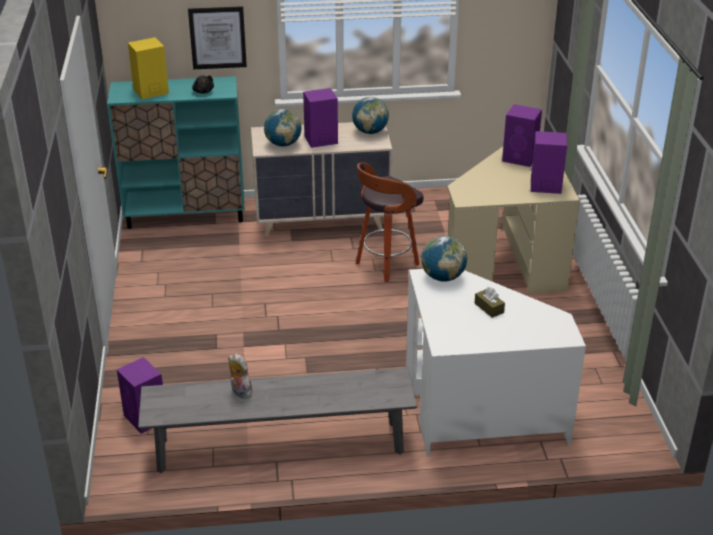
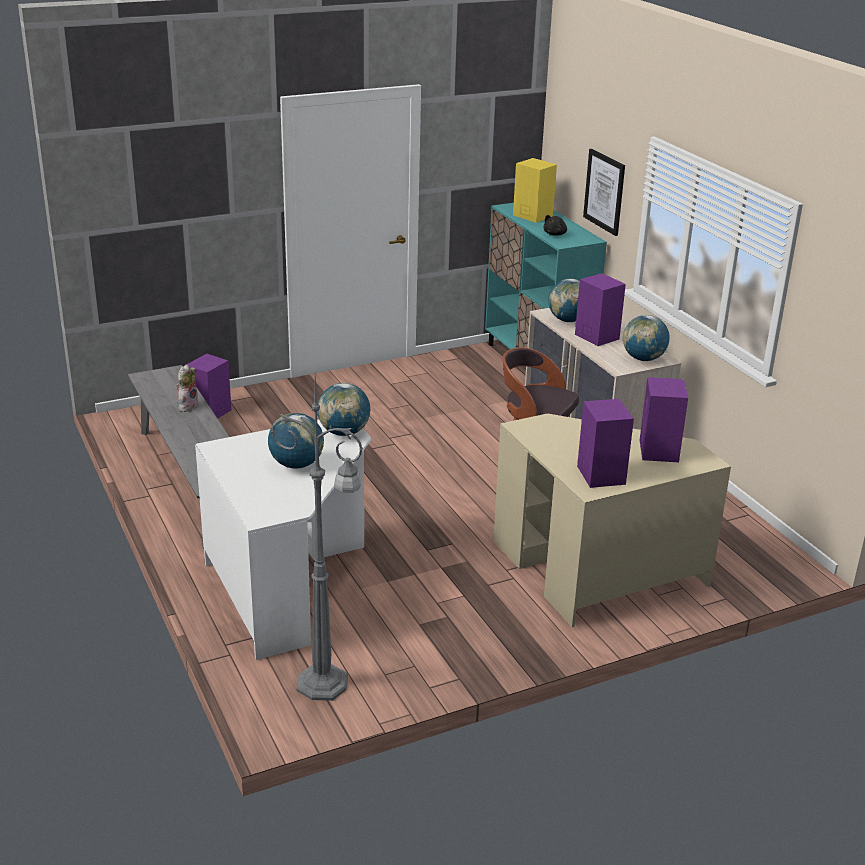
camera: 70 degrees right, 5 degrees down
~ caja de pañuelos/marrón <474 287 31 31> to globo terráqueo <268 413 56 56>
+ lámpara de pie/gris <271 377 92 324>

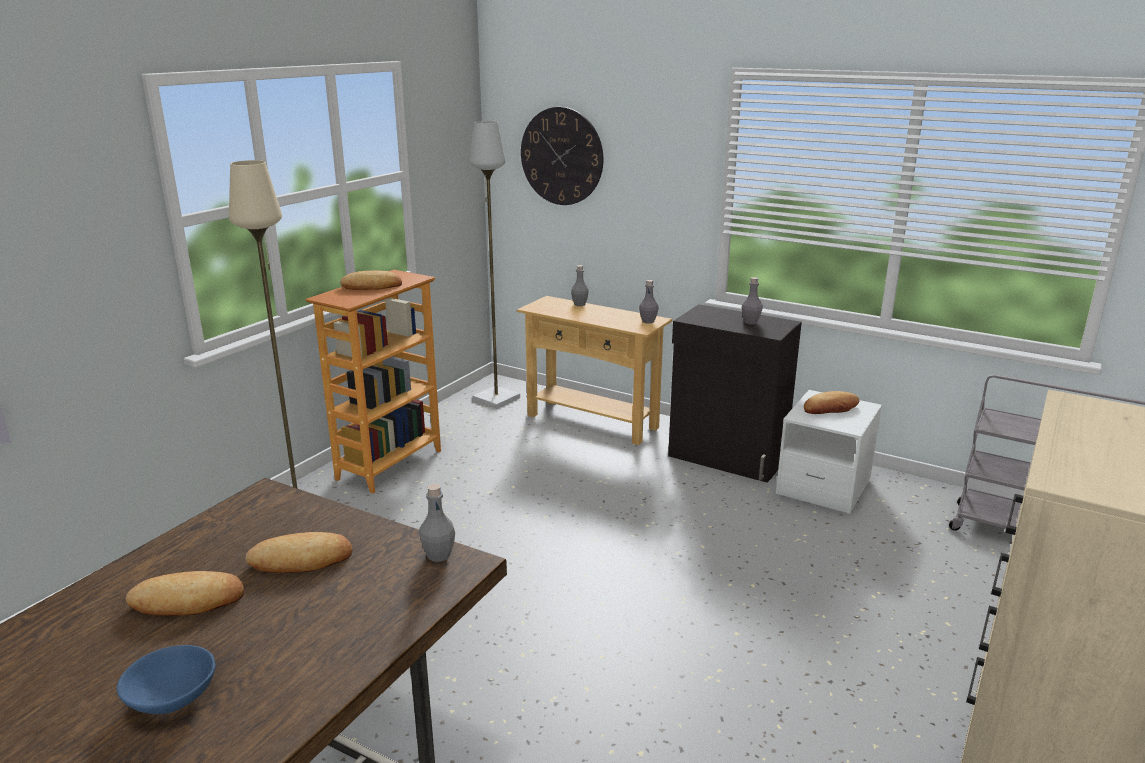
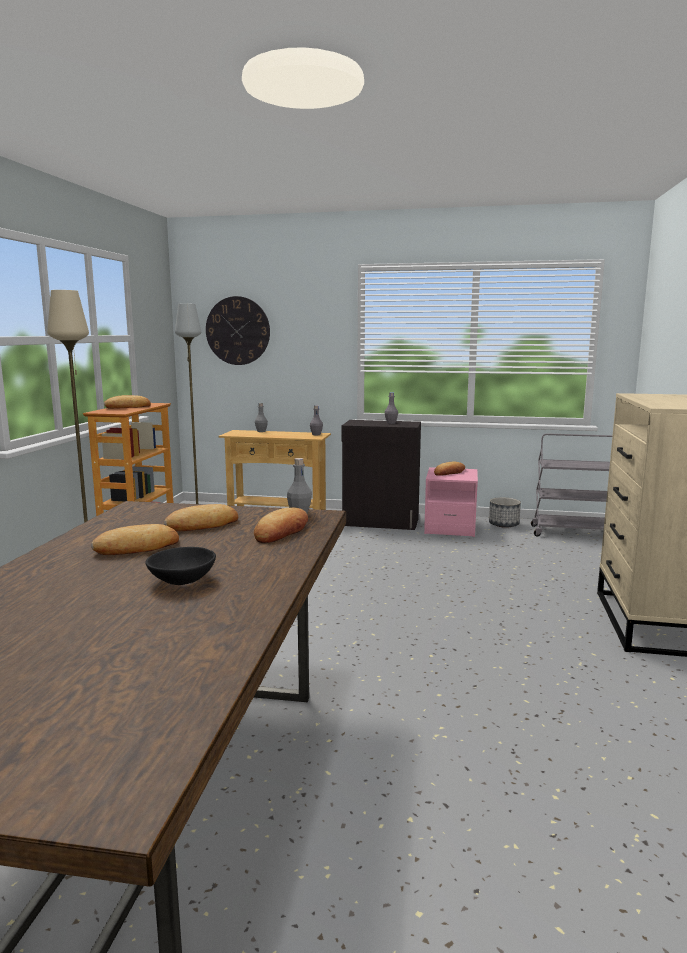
camera: 20 degrees left, 10 degrees down
~ mesita de noche/blanco <776 390 106 124> to mesita de noche/rosa <424 467 54 70>
~ cuenco/azul <117 645 99 69> to cuenco/negro <145 547 71 38>
+ maceta <489 497 32 31>
+ pan <254 508 54 35>

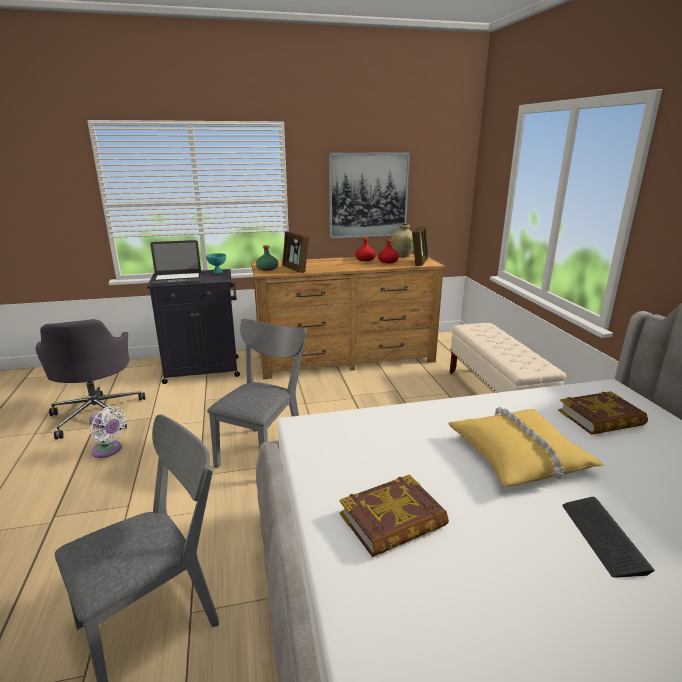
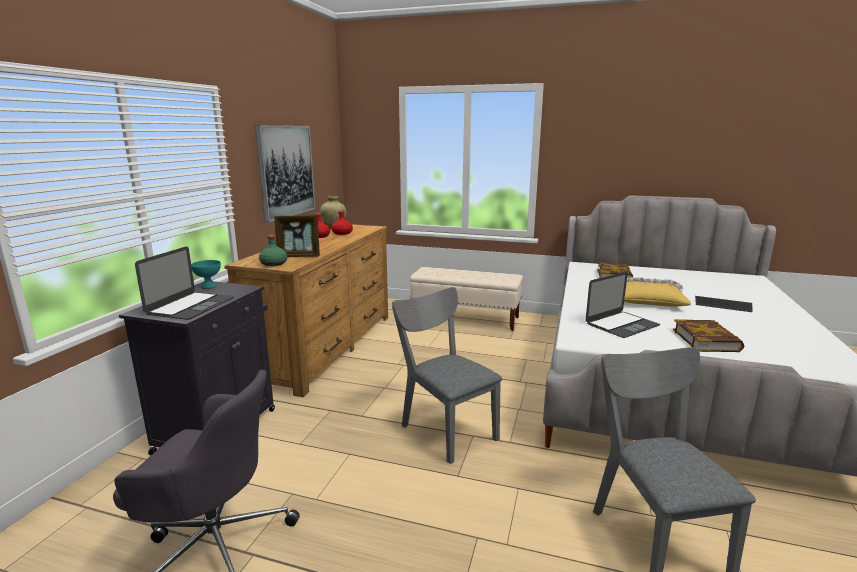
camera: 60 degrees left, 5 degrees down
- portarretratos <412 226 16 40>
- ventilador/blanco <89 406 38 52>
+ portátil <586 272 74 66>

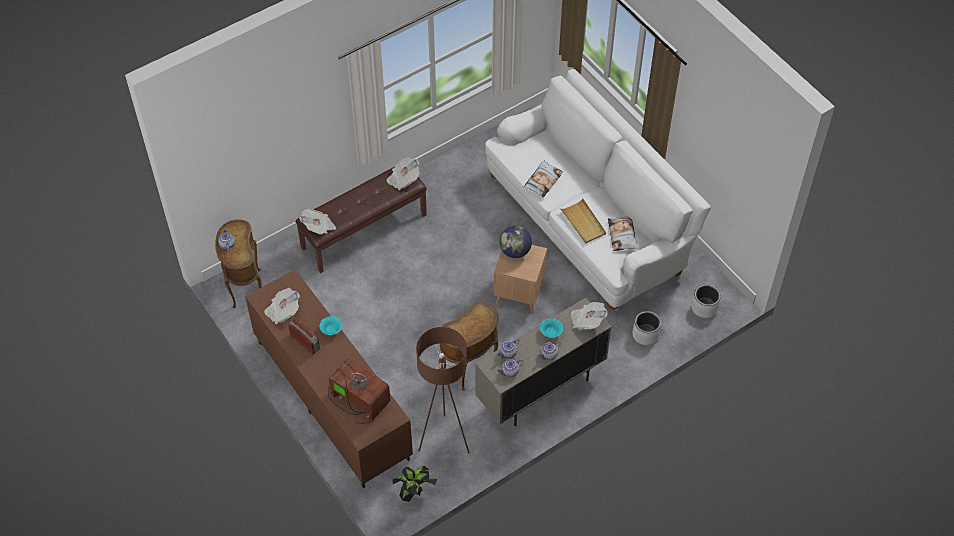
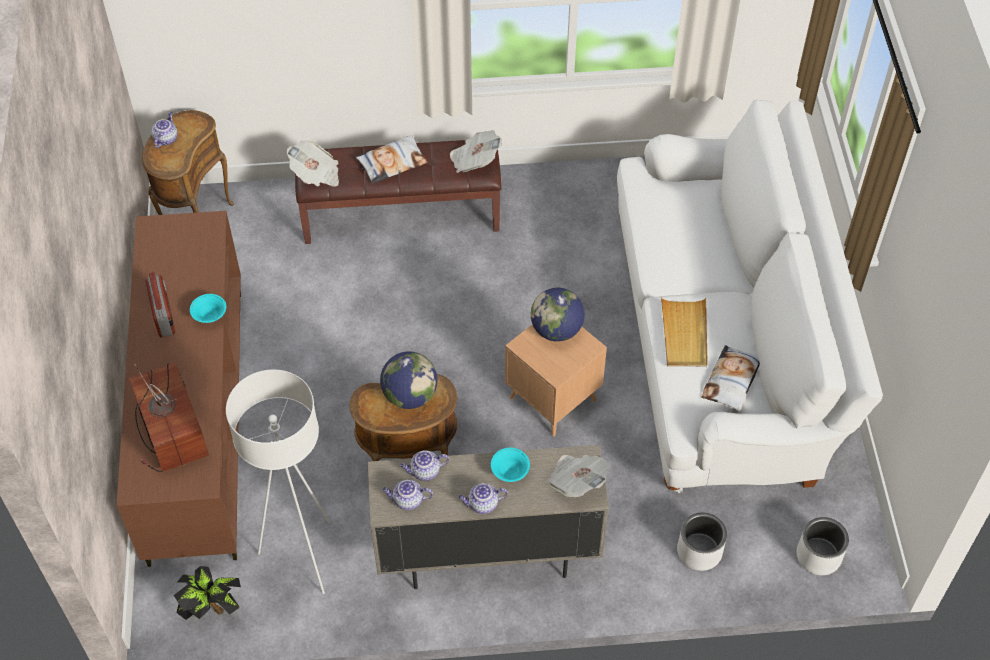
camera: 30 degrees right, 0 degrees up
~ cojín <523 160 40 38> to <356 135 72 49>
- periódico <264 288 36 36>
~ lámpara de pie/marrón <416 327 53 127> to lámpara de pie/blanco <226 370 103 224>
+ globo terráqueo <380 351 58 58>

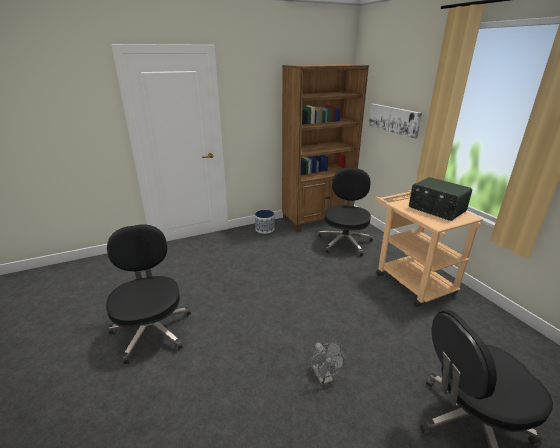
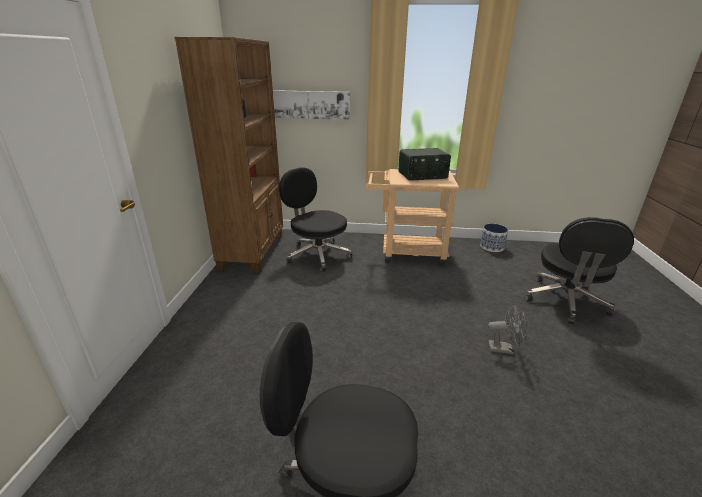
camera: 60 degrees left, 0 degrees up
~ maceta <255 210 20 24> to <480 224 28 28>

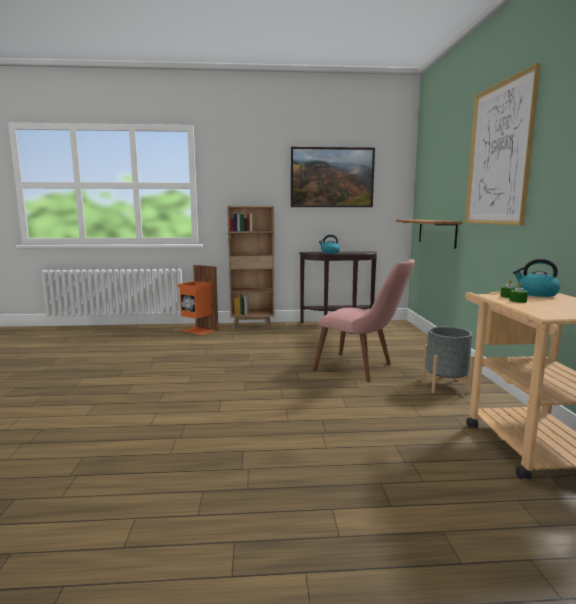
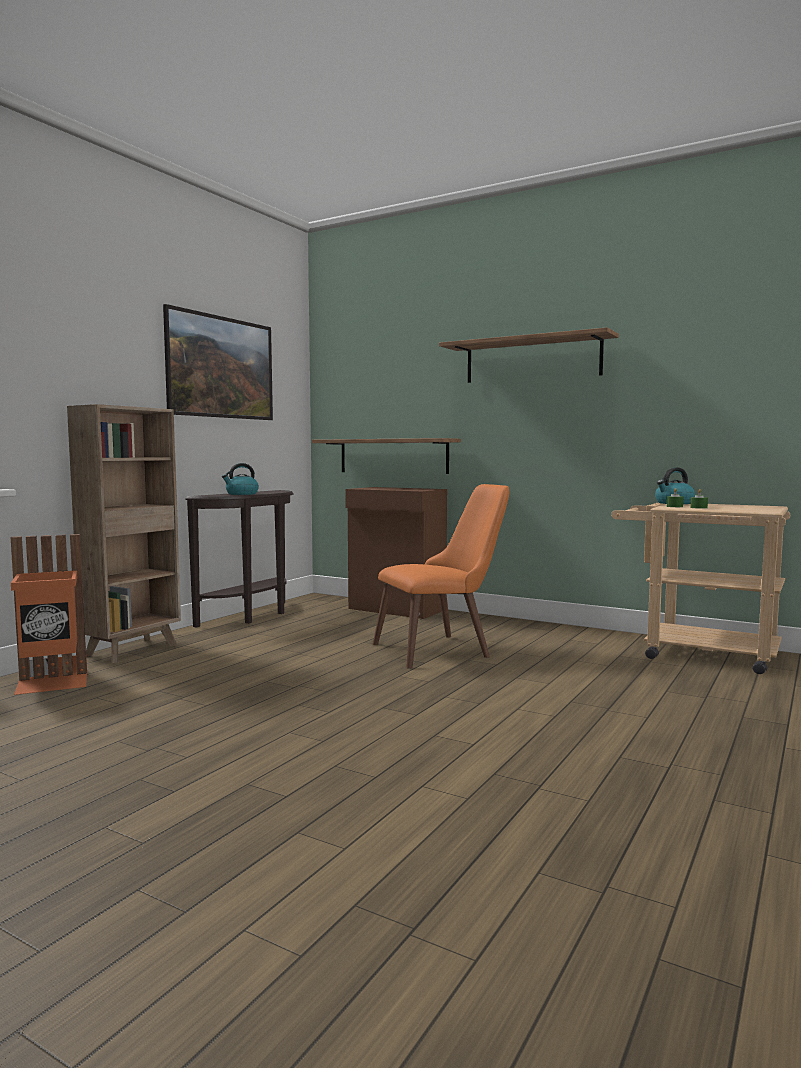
camera: 55 degrees left, 5 degrees down
~ cuadro <465 63 76 163> to estante <439 328 180 55>
~ silla/rosa <313 259 102 123> to silla/naranja <373 484 136 185>
- maceta/gris <422 327 52 67>
+ armario/marrón <345 487 102 132>

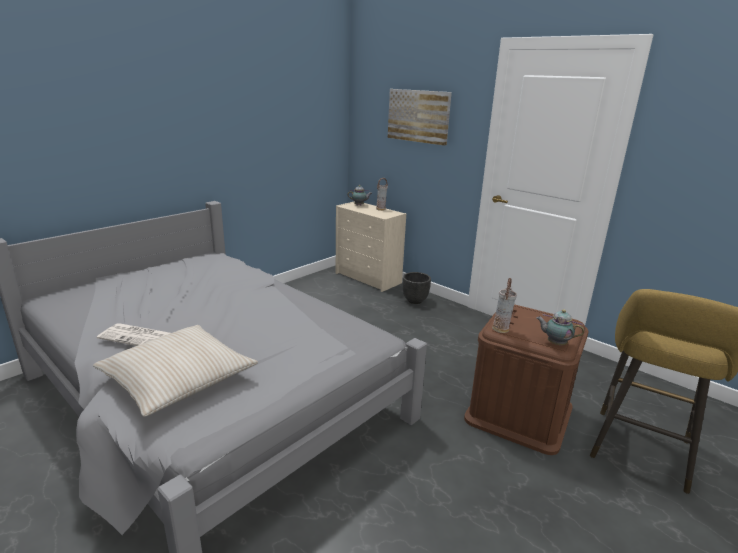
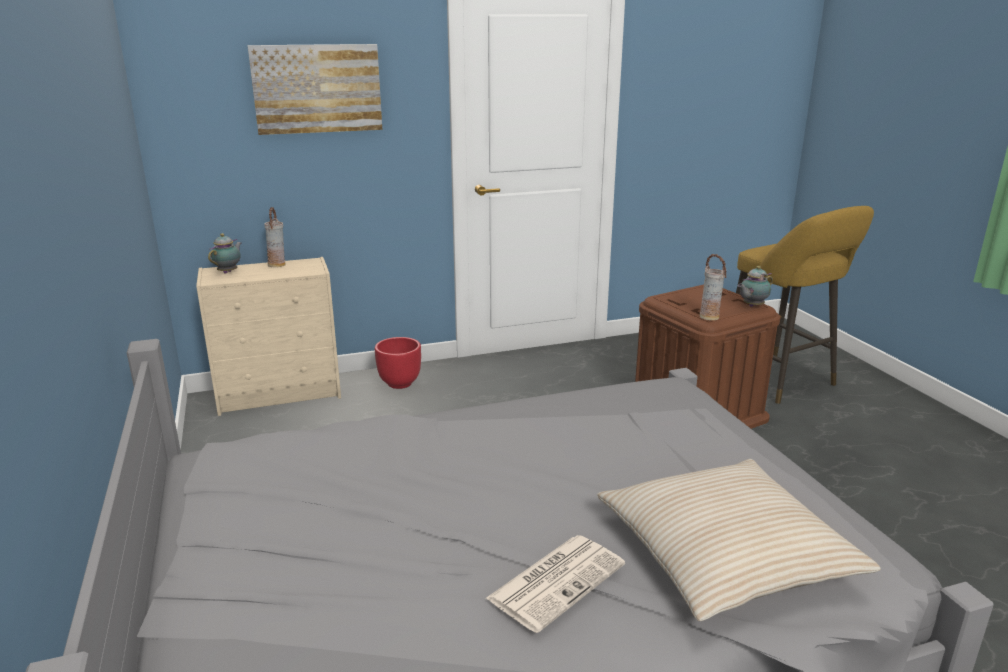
camera: 60 degrees left, 0 degrees up
~ maceta/negro <402 272 29 32> to maceta/rojo <375 337 46 52>

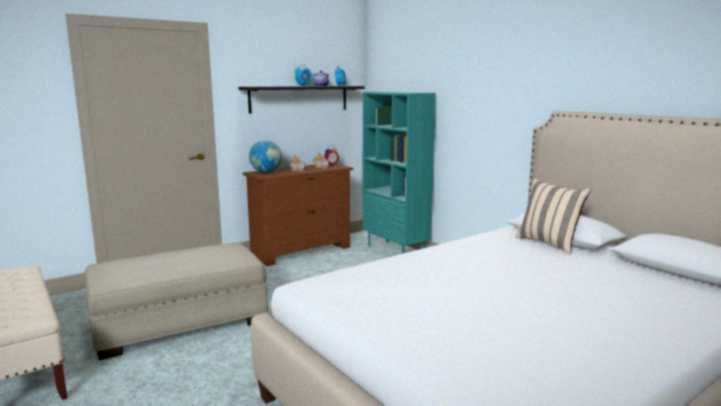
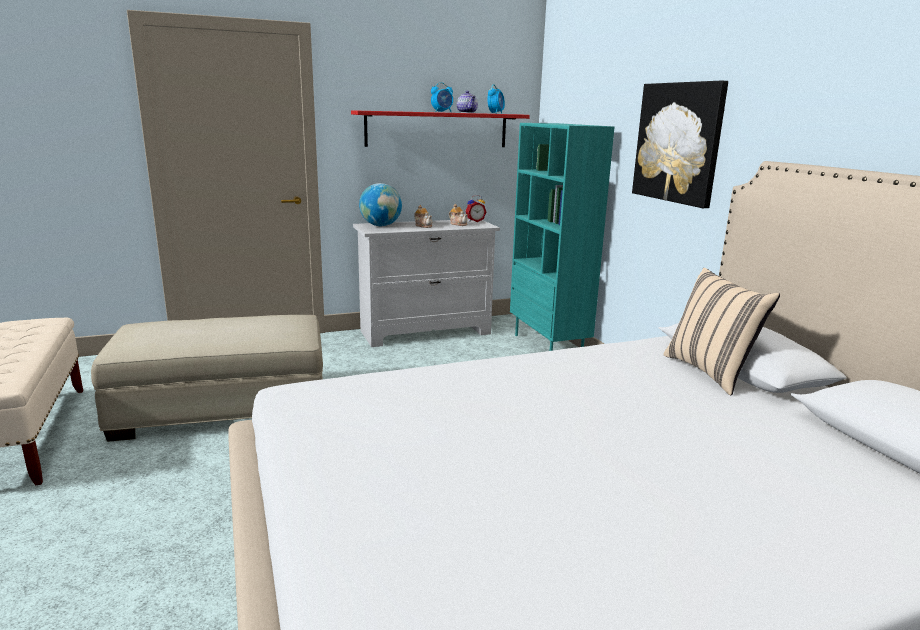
camera: 15 degrees right, 5 degrees up
~ estante/negro <238 86 127 28> to estante/rojo <351 110 179 37>
~ cómoda/marrón <243 164 110 102> to cómoda/blanco <353 219 147 128>
+ cuadro <632 81 96 127>

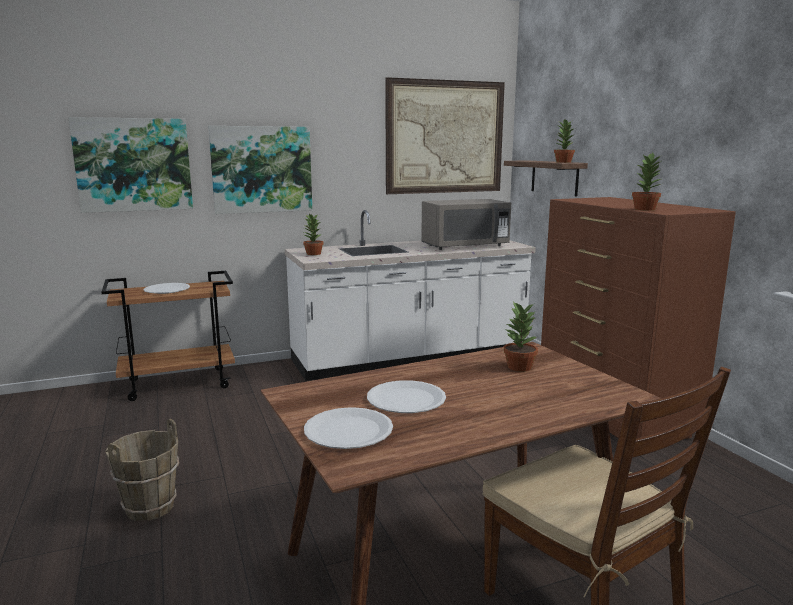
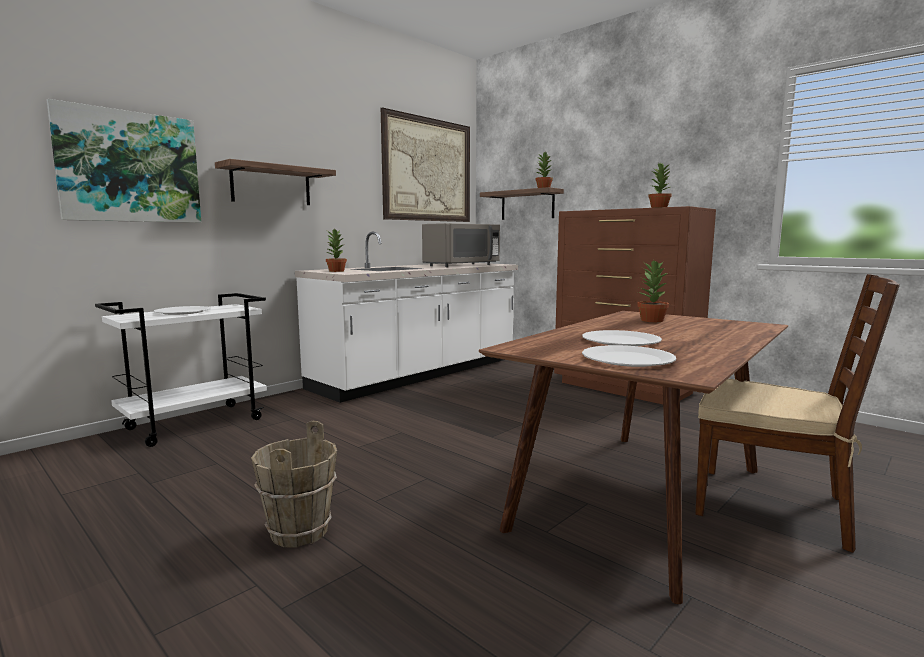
camera: 25 degrees left, 5 degrees down
~ cuadro <208 126 104 88> to estante <215 159 121 46>
~ carrito/marrón <102 271 133 130> to carrito/blanco <95 293 172 154>

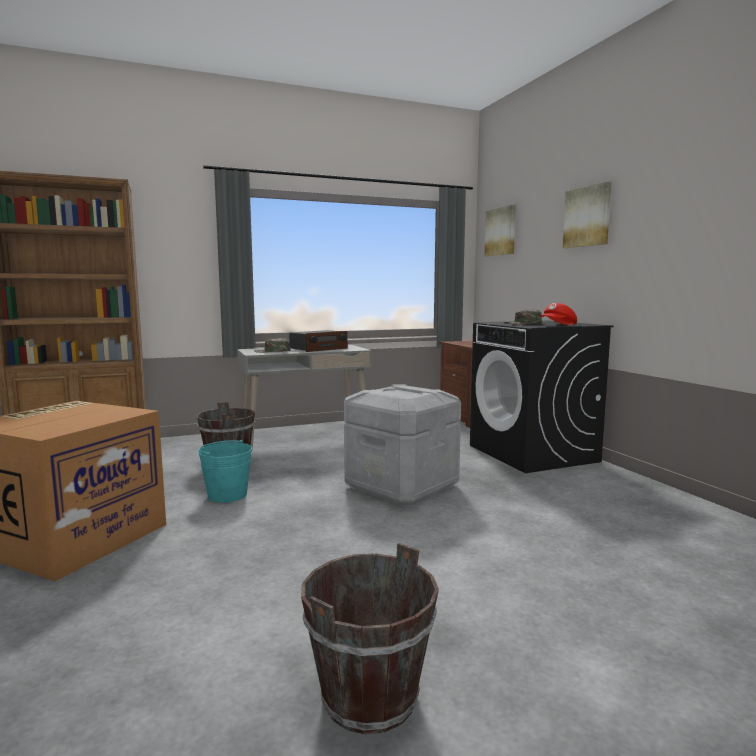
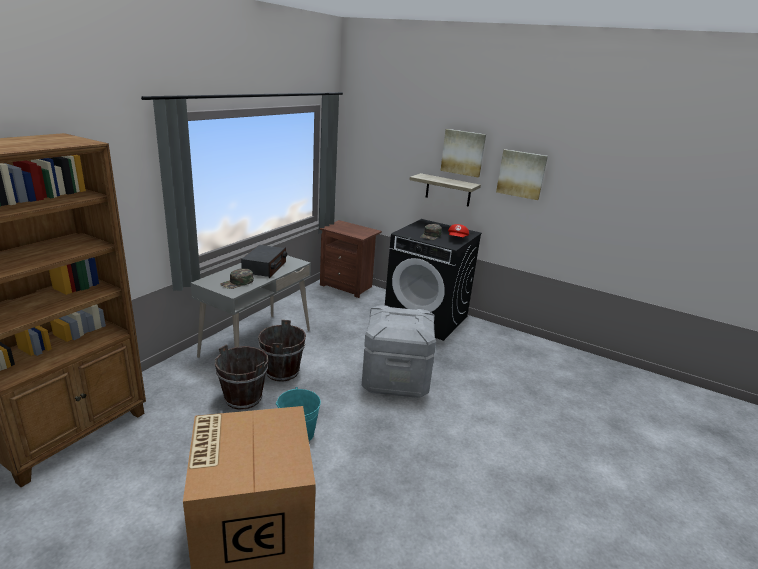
camera: 40 degrees left, 15 degrees up
~ cuadro <485 205 31 52> to <496 149 52 51>
~ cubo/marrón <301 543 138 191> to <258 320 48 62>
+ estante <409 173 72 34>

